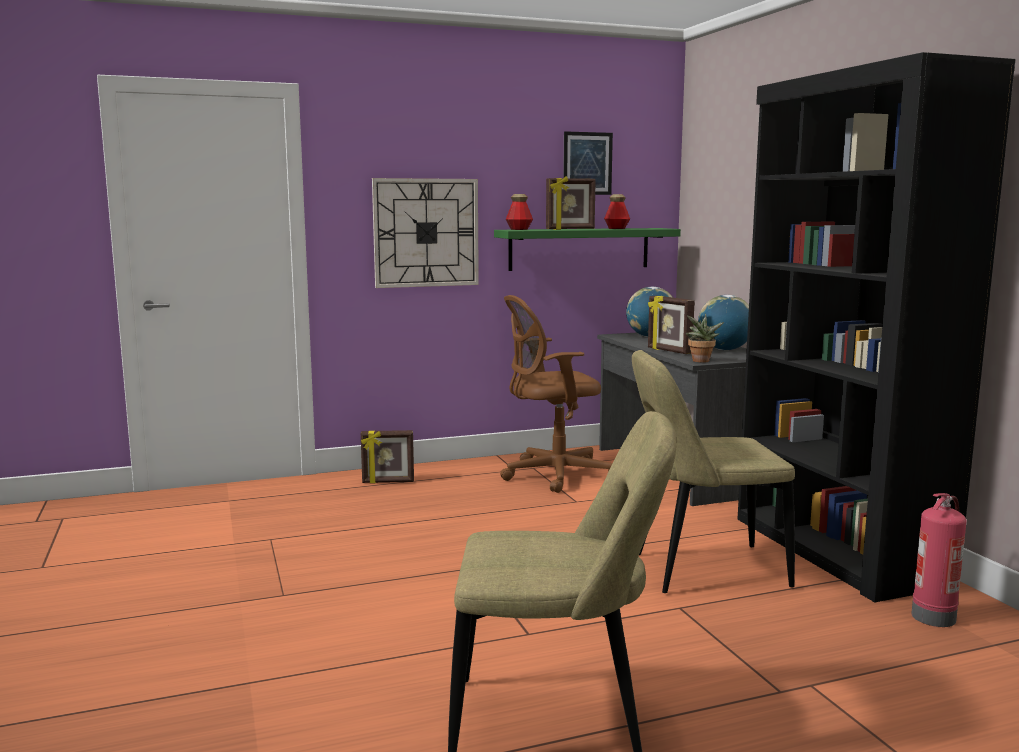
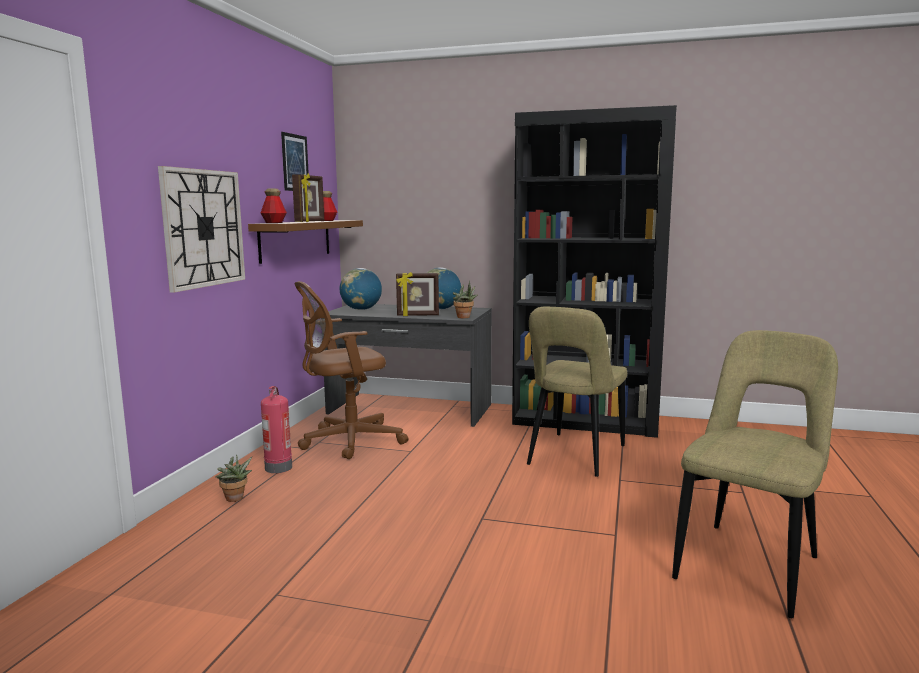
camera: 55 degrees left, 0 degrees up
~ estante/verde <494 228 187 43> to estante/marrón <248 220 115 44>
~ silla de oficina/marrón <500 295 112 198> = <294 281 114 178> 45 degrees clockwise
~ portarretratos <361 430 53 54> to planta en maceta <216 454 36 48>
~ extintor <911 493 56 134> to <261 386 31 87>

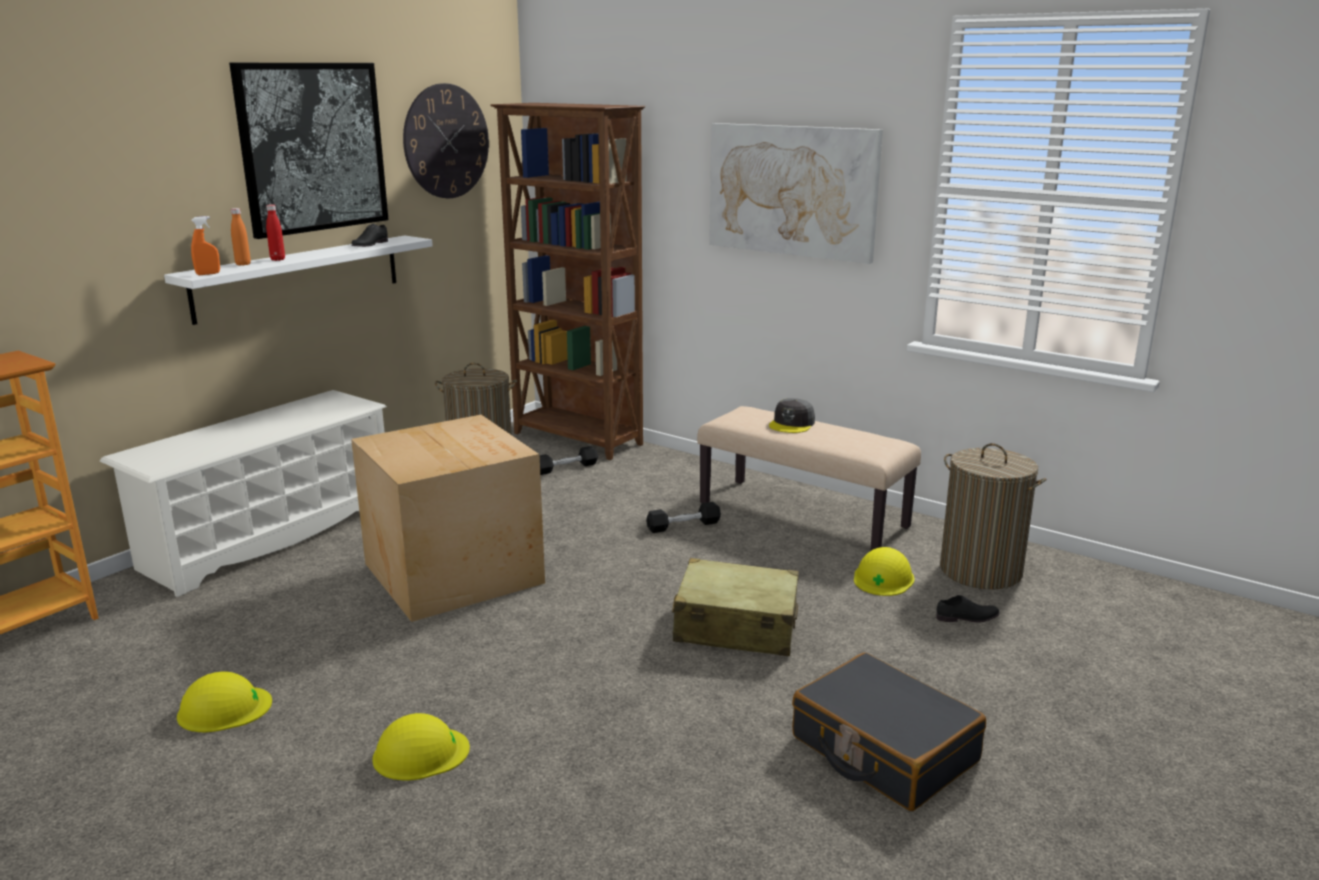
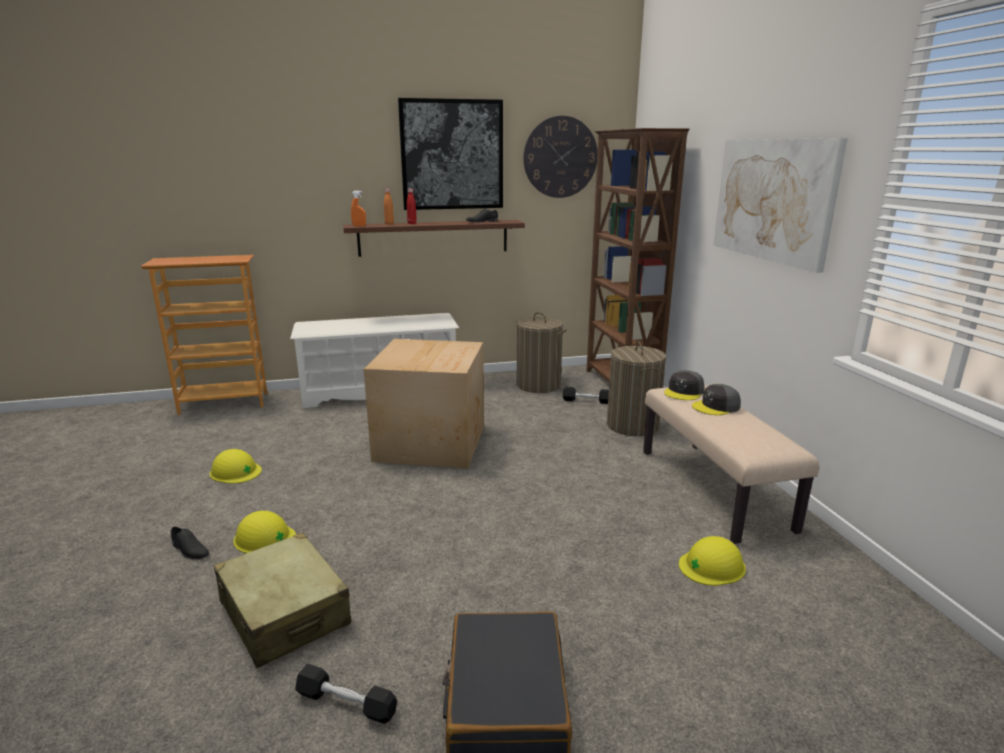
camera: 40 degrees right, 0 degrees up
~ estante/blanco <164 235 269 90> to estante/marrón <343 220 182 37>
~ cesto de la ropa <940 443 107 146> to <607 341 59 95>
~ mancuerna/negro <646 502 75 31> to <295 664 102 60>
~ maleta/beis <672 558 127 98> to <214 532 137 136>
~ zapato/negro <936 595 63 27> to <171 527 39 32>
+ gorra/gris <664 370 41 30>

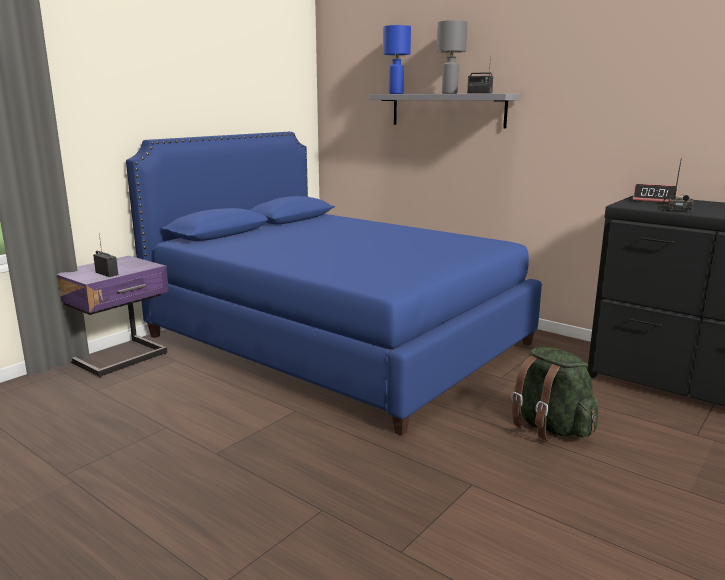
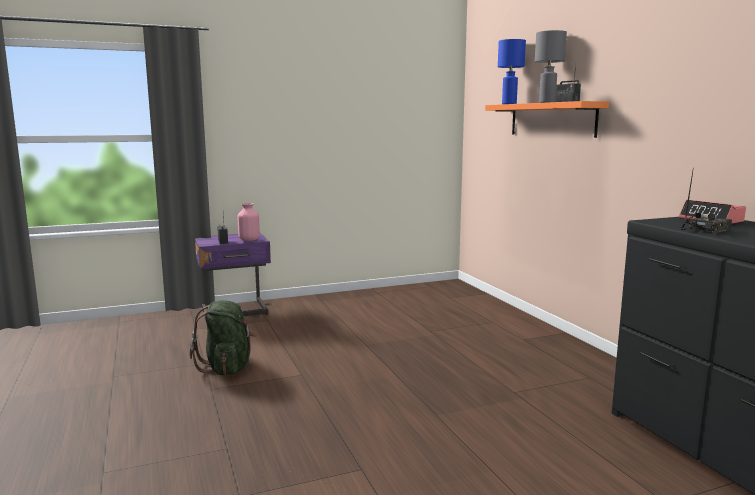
camera: 30 degrees right, 5 degrees down
~ estante/gris <369 94 151 34> to estante/naranja <485 101 124 37>
- cama/azul <126 132 416 304>
~ mochila/verde <511 347 87 94> to <190 300 66 75>
+ florero/rosa <238 203 22 38>

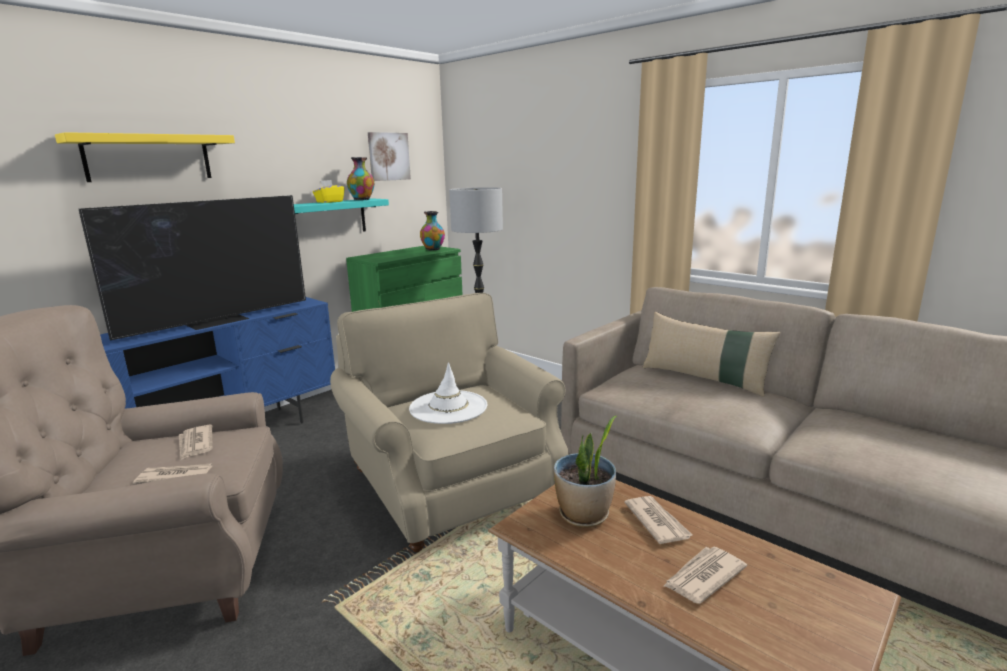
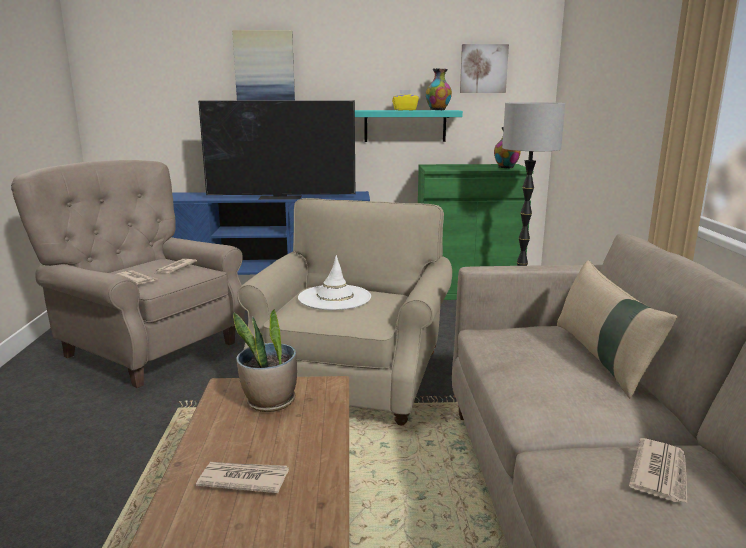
camera: 45 degrees right, 0 degrees up
~ estante/amarillo <55 132 180 50> to cuadro <232 30 63 71>
~ periódico <624 496 68 48> to <629 438 58 65>

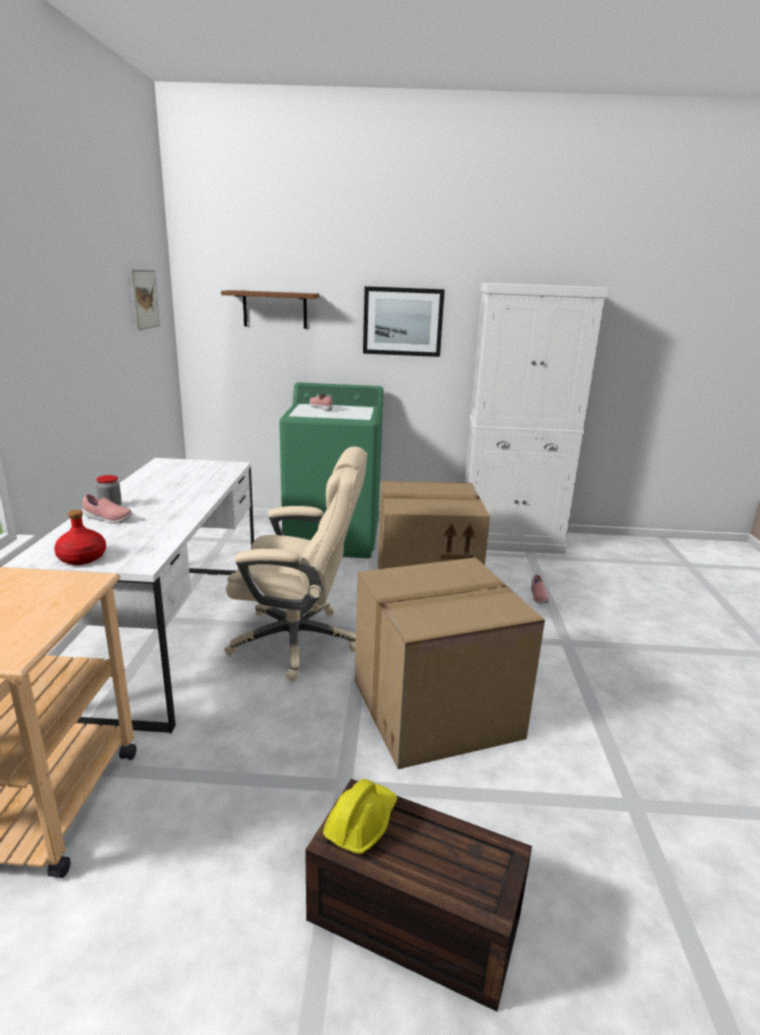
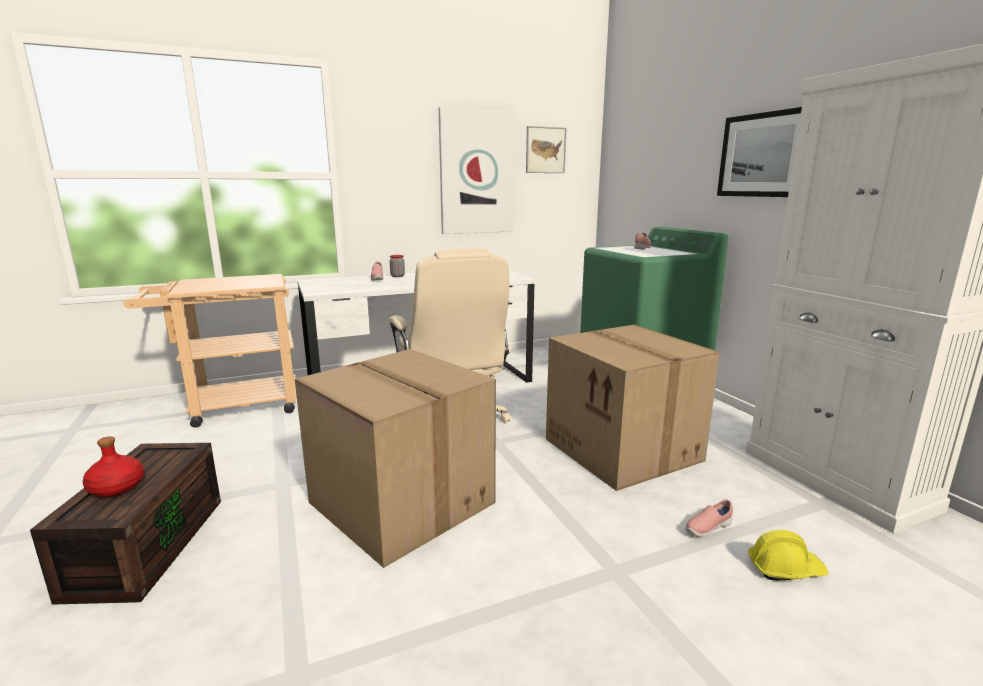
camera: 65 degrees right, 5 degrees down
- estante/marrón <221 290 98 39>
~ botella/rojo <54 510 52 55> to <82 436 62 61>
~ casco/amarillo <323 779 74 75> to <748 530 81 50>
+ cuadro <438 107 77 127>

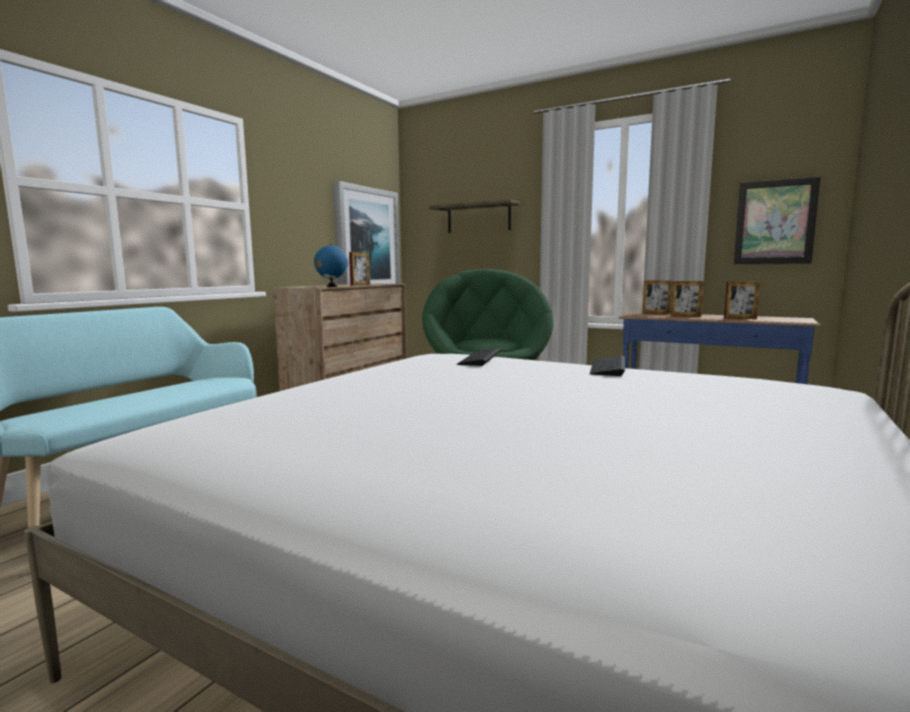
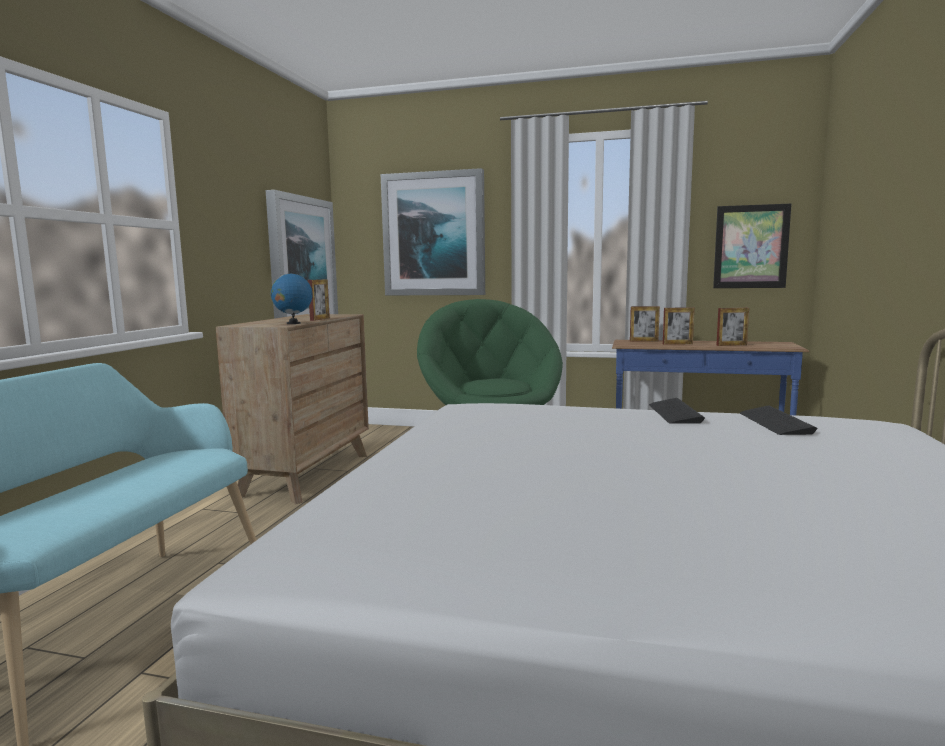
camera: 15 degrees left, 0 degrees up
~ estante <429 200 91 33> to cuadro <381 168 104 127>
~ teclado <456 348 44 18> to <740 405 78 30>

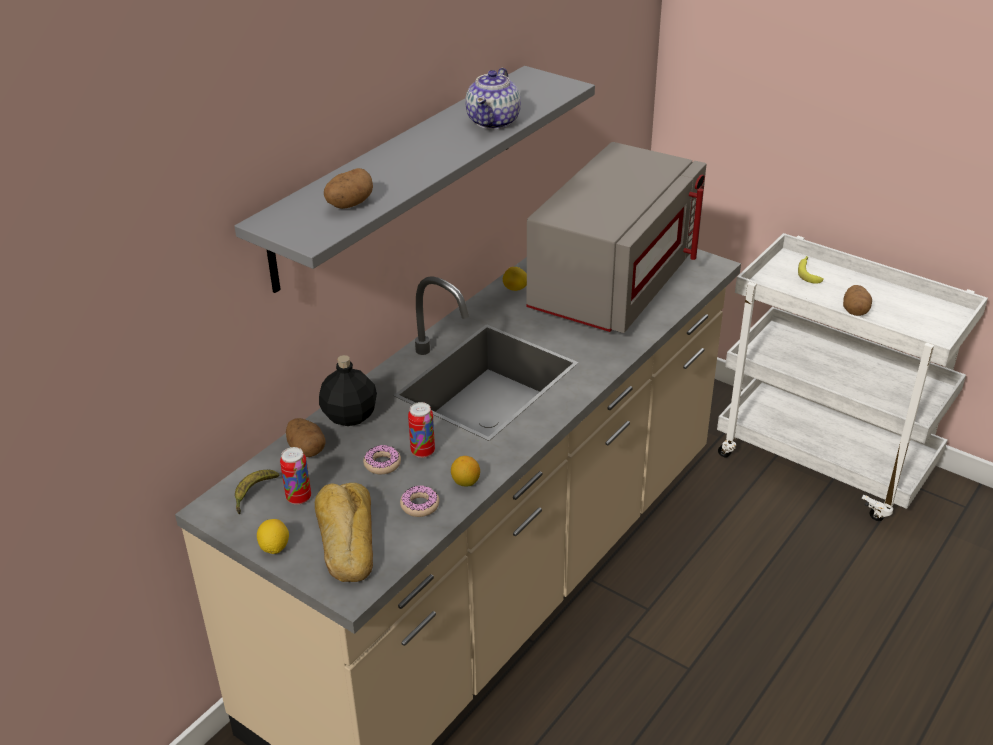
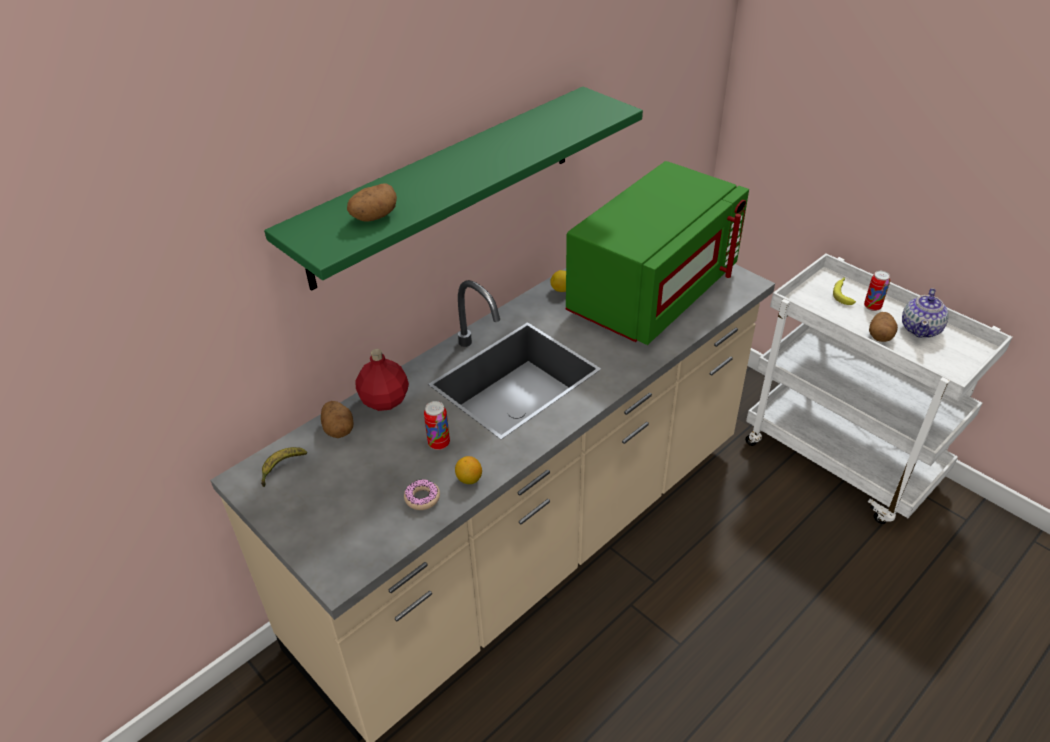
camera: 10 degrees right, 5 degrees up
~ estante/gris <234 66 361 227> to estante/verde <264 86 379 205>
~ tetera <465 68 56 62> to <902 288 47 50>
~ microondas/gris <526 142 180 191> to microondas/verde <566 161 183 184>
~ botella/negro <319 355 58 71> to botella/rojo <355 349 54 62>
- rosquilla <363 445 38 29>
~ lata <280 447 31 58> to <864 271 26 40>
- pan <315 483 58 99>
- limón <257 519 32 35>

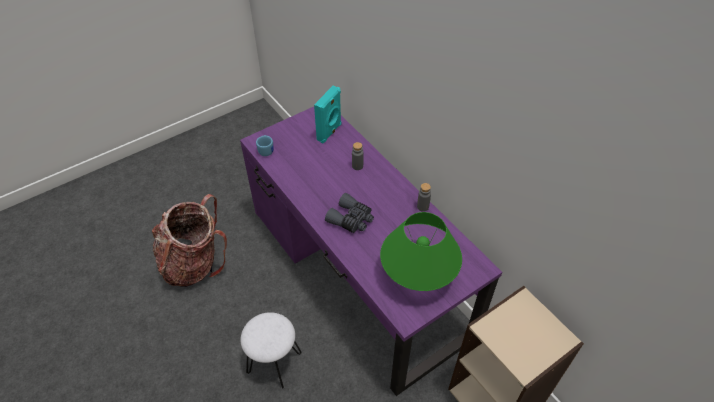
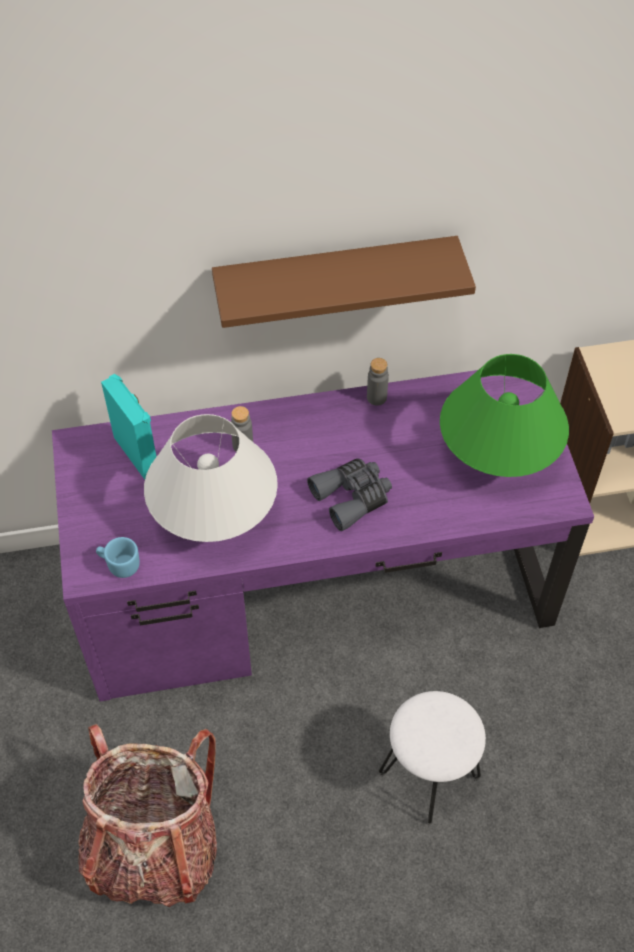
camera: 65 degrees left, 5 degrees up
+ estante/marrón <212 236 264 92>
+ lámpara de mesa/blanco <144 414 134 128>

